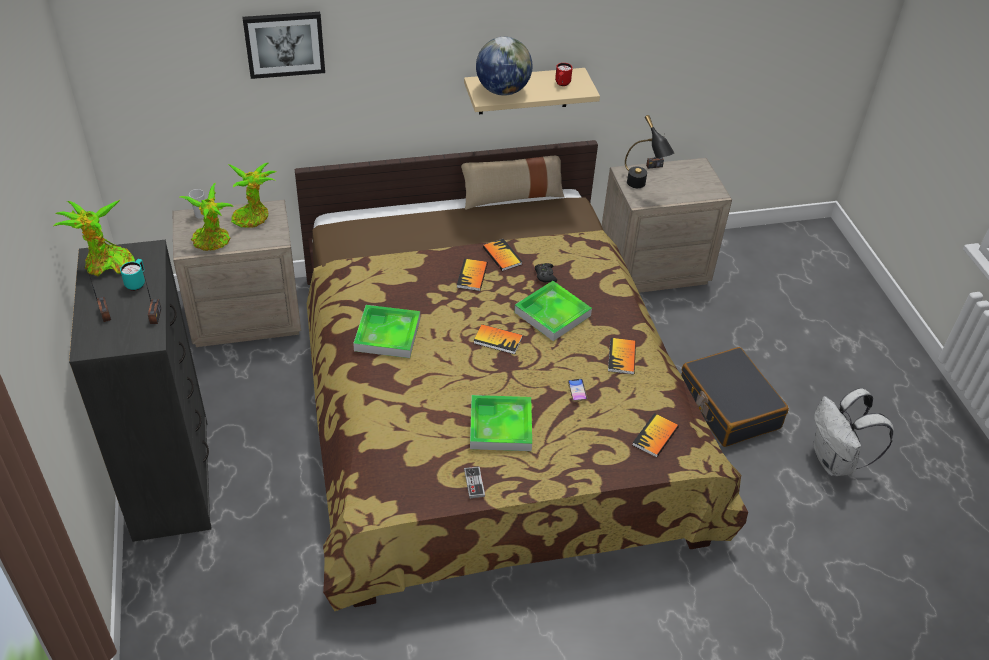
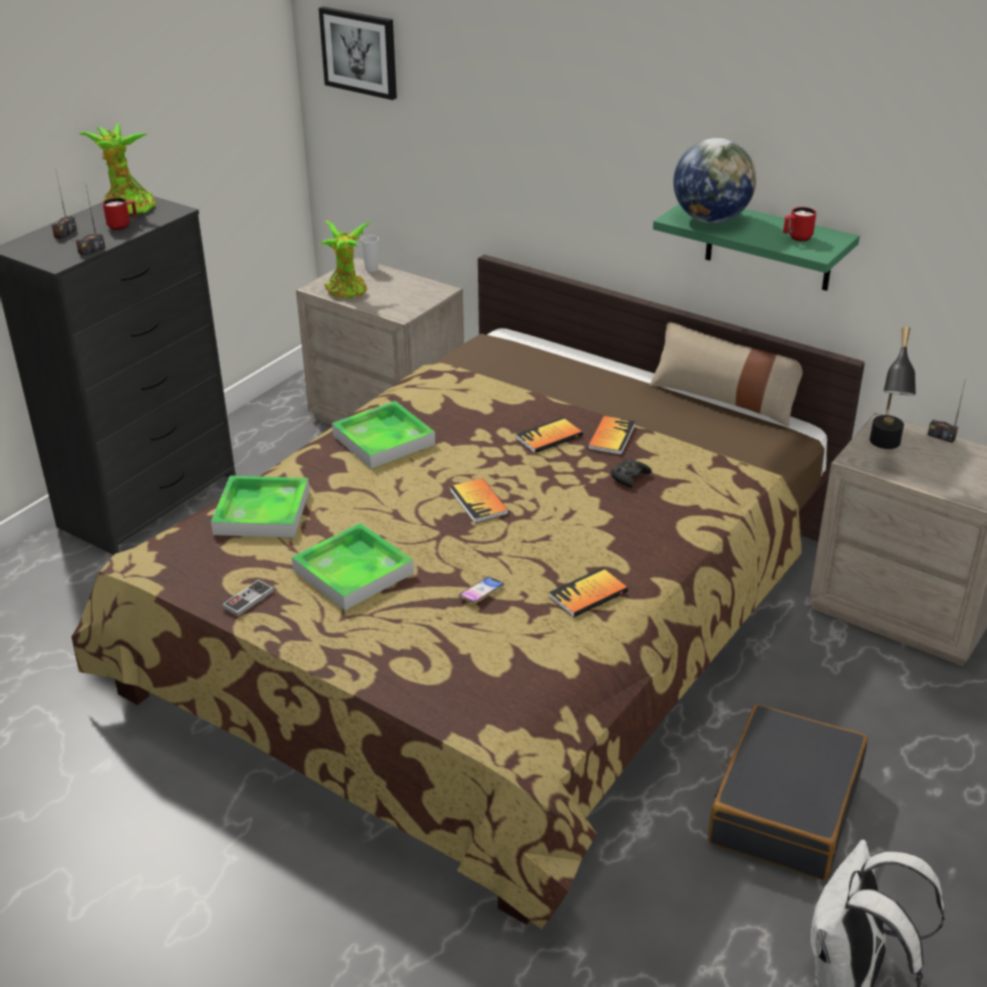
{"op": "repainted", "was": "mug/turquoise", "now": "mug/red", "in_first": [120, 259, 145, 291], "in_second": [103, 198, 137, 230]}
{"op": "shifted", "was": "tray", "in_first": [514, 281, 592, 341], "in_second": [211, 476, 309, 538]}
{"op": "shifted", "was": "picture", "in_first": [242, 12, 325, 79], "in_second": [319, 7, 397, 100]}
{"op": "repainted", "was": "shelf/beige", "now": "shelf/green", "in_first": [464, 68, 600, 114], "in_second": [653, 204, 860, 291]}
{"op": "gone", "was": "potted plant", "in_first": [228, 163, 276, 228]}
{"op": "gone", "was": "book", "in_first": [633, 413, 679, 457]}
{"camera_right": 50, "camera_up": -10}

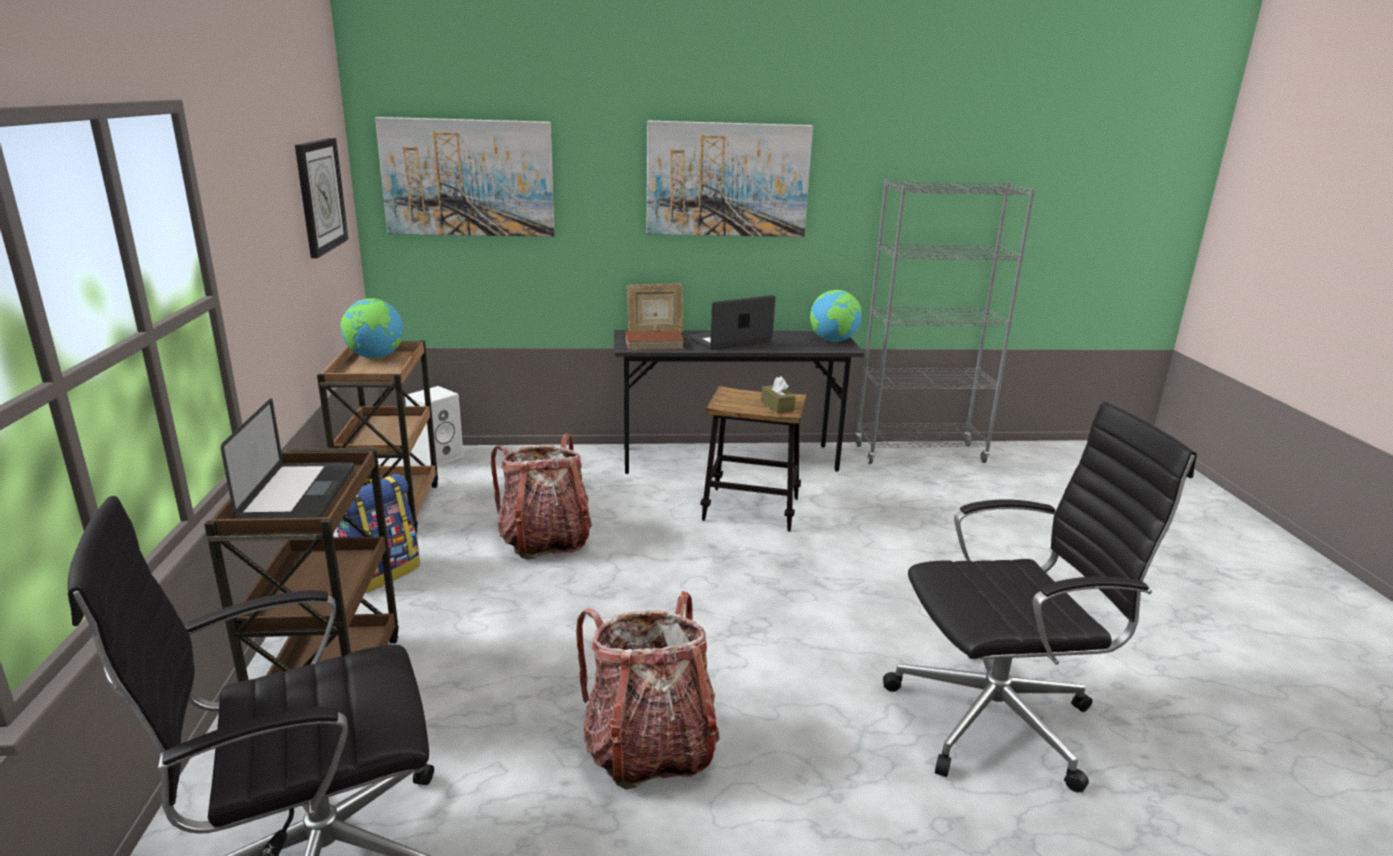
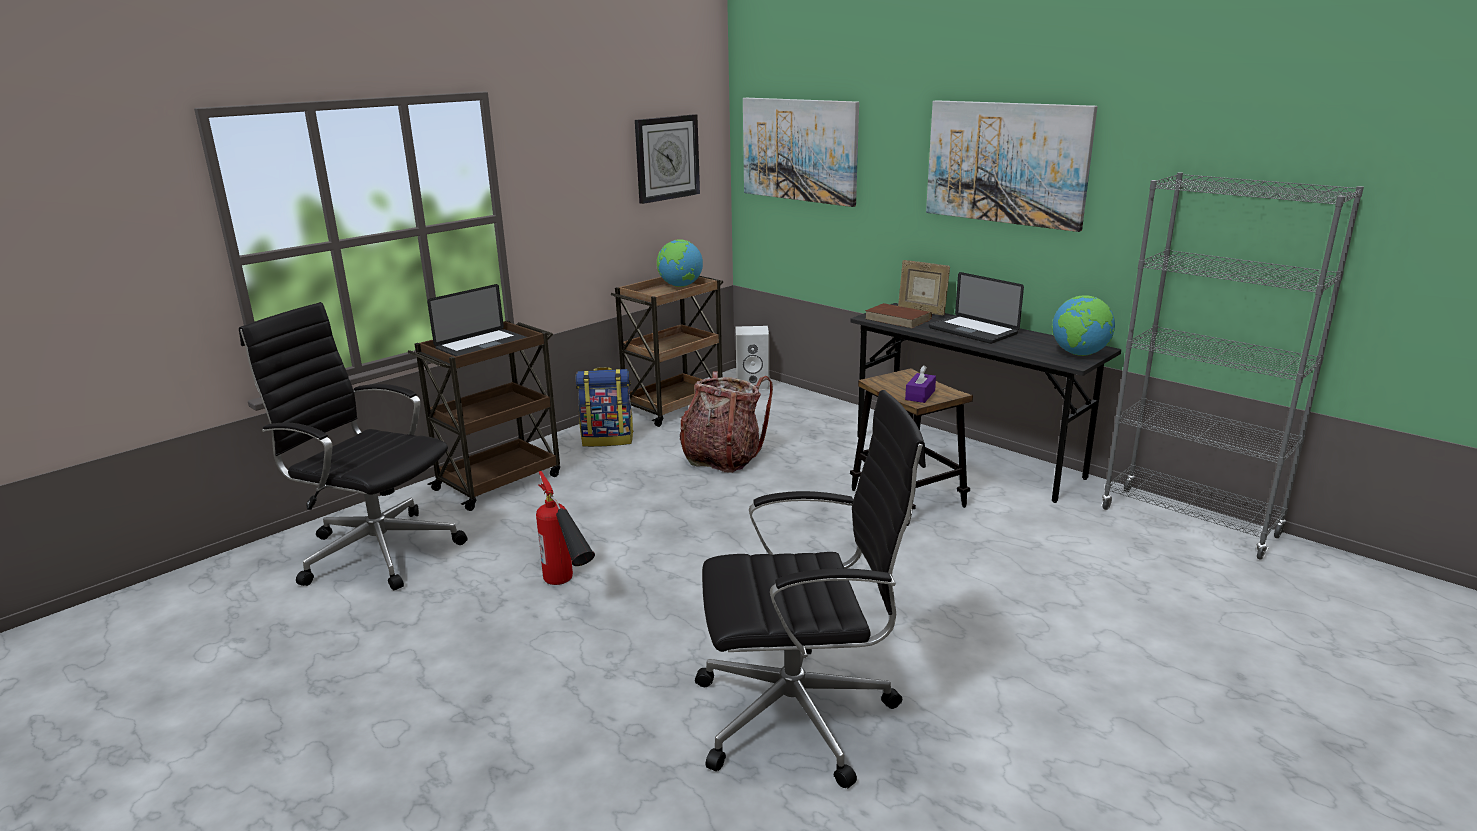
{"op": "swapped", "was": "backpack", "now": "fire extinguisher", "in_first": [576, 591, 720, 790], "in_second": [536, 471, 595, 585]}
{"op": "rotated", "was": "office chair/black", "in_first": [883, 401, 1197, 792], "in_second": [695, 390, 926, 788], "clockwise": -45}
{"op": "repainted", "was": "tissue box/brown", "now": "tissue box/purple", "in_first": [761, 376, 796, 413], "in_second": [905, 365, 936, 403]}
{"op": "rotated", "was": "laptop", "in_first": [689, 295, 775, 350], "in_second": [929, 272, 1024, 344], "clockwise": -150}
{"camera_right": 50, "camera_up": 0}

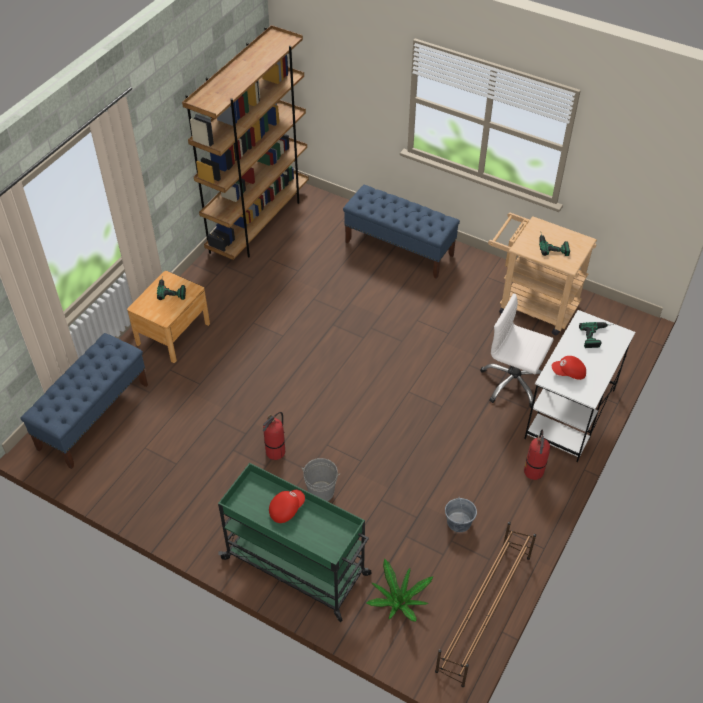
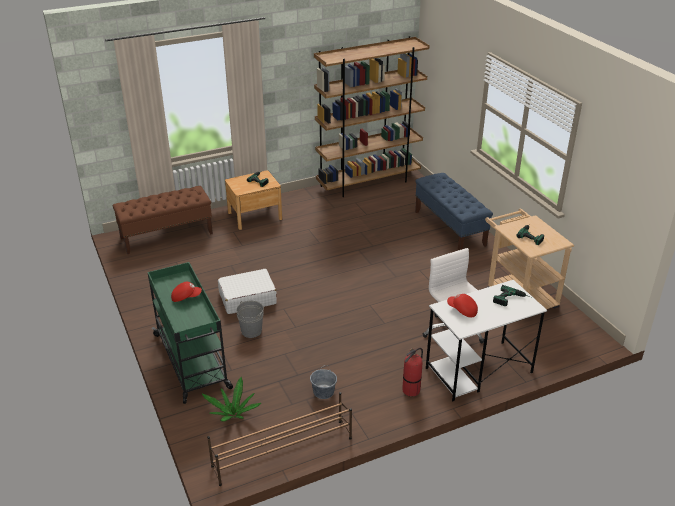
{"op": "repainted", "was": "bench/blue", "now": "bench/brown", "in_first": [20, 333, 148, 469], "in_second": [113, 186, 213, 254]}
{"op": "swapped", "was": "fire extinguisher", "now": "suitcase/white", "in_first": [263, 412, 285, 460], "in_second": [218, 269, 277, 314]}
{"camera_right": 35, "camera_up": -15}

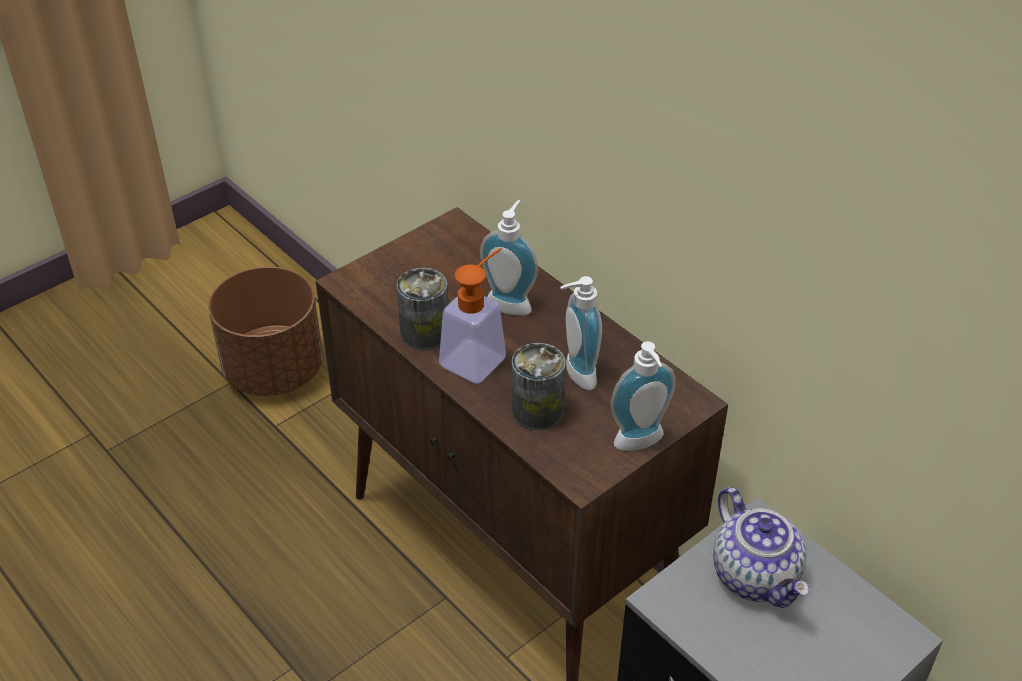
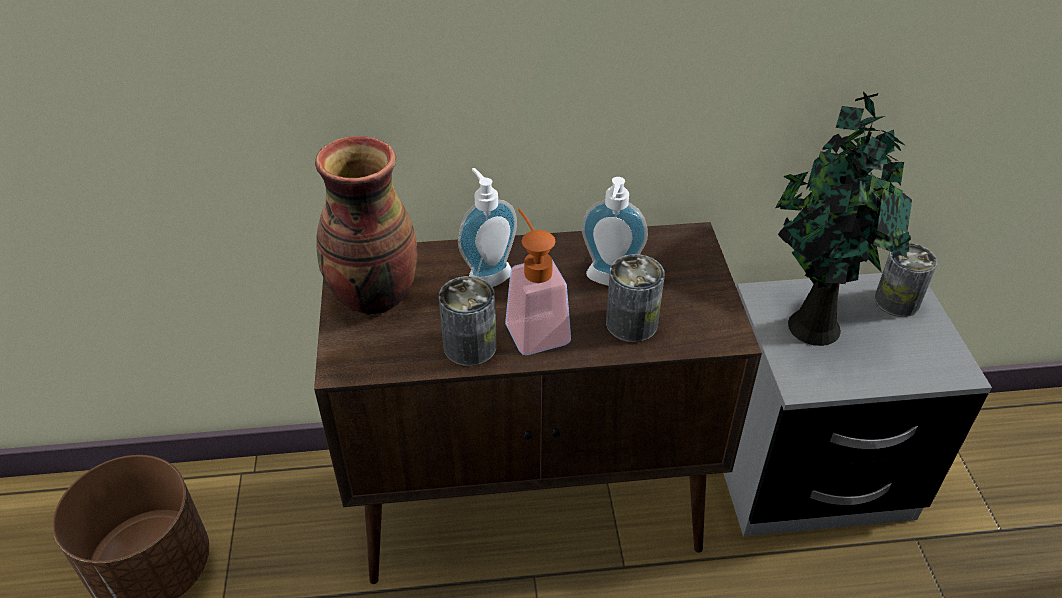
{"op": "new", "now": "vase", "in_second": [315, 136, 417, 315]}
{"op": "swapped", "was": "teapot", "now": "potted plant", "in_first": [713, 487, 809, 608], "in_second": [775, 91, 912, 346]}
{"op": "new", "now": "can", "in_second": [874, 243, 937, 317]}
{"op": "gone", "was": "soap dispenser", "in_first": [610, 341, 676, 450]}
{"camera_right": -55, "camera_up": 0}

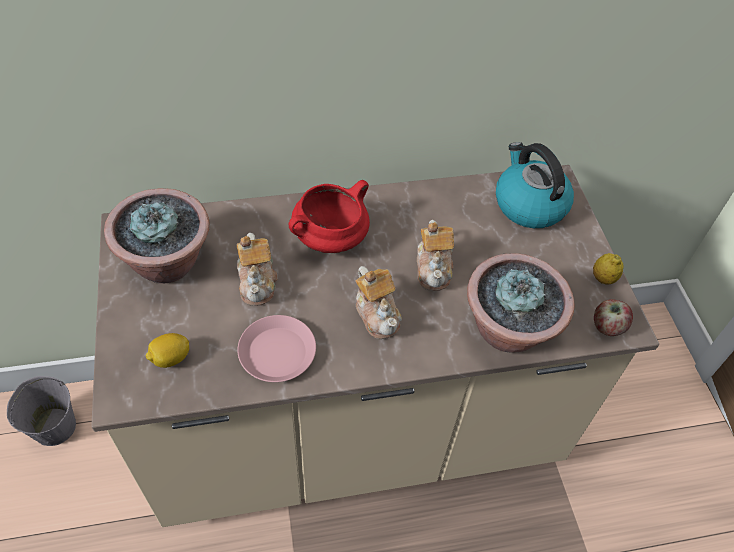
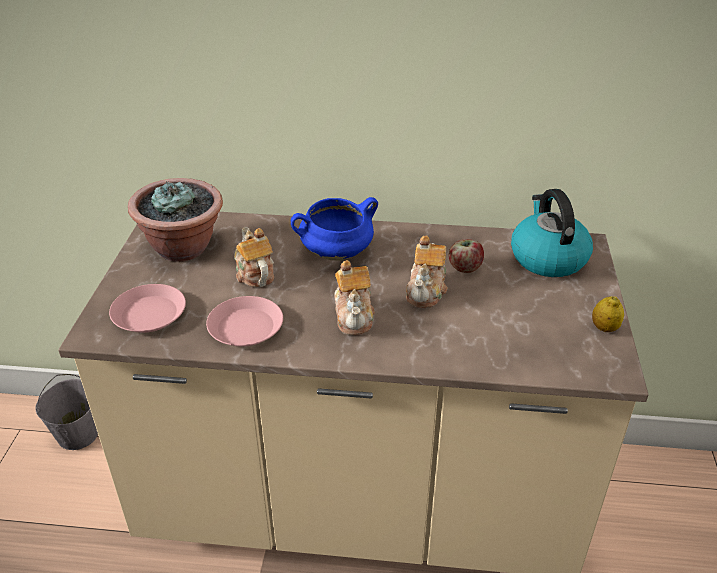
{"op": "swapped", "was": "lemon", "now": "plate/pink", "in_first": [146, 333, 189, 368], "in_second": [109, 284, 186, 333]}
{"op": "rotated", "was": "teapot", "in_first": [237, 233, 277, 306], "in_second": [234, 227, 274, 287], "clockwise": 150}
{"op": "repainted", "was": "cooking pot/red", "now": "cooking pot/blue", "in_first": [289, 180, 370, 253], "in_second": [291, 197, 378, 261]}
{"op": "shifted", "was": "apple", "in_first": [594, 299, 633, 336], "in_second": [449, 239, 484, 273]}
{"op": "gone", "was": "potted plant", "in_first": [467, 253, 575, 353]}
{"camera_right": 20, "camera_up": -15}

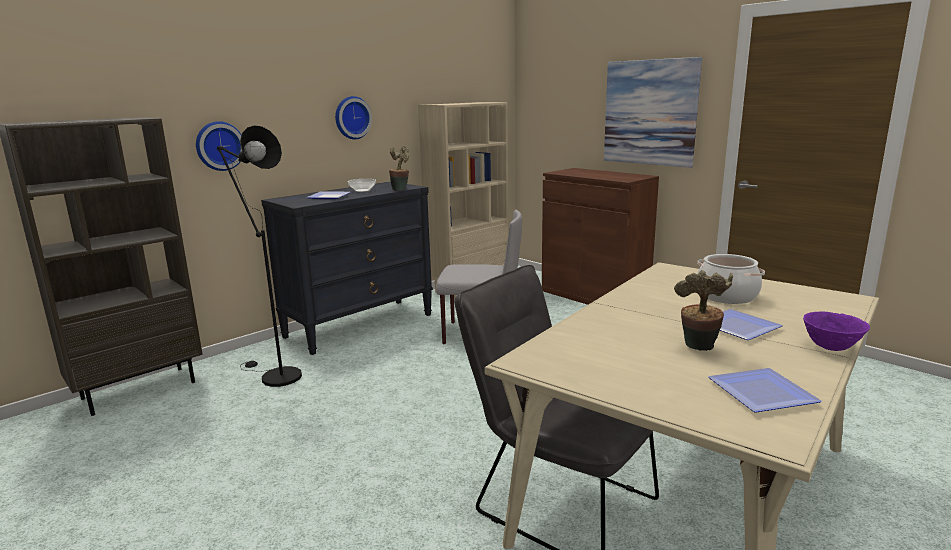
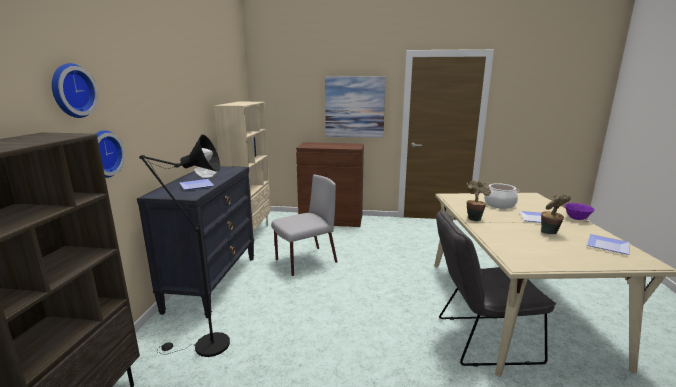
{"op": "shifted", "was": "wall clock", "in_first": [335, 96, 372, 139], "in_second": [52, 63, 99, 118]}
{"op": "shifted", "was": "potted plant", "in_first": [389, 146, 409, 191], "in_second": [466, 180, 491, 221]}
{"camera_right": -40, "camera_up": 0}

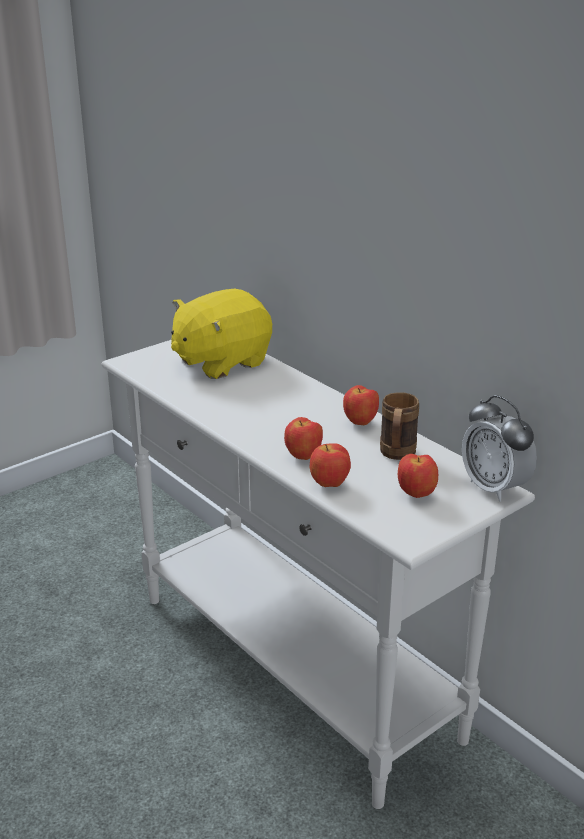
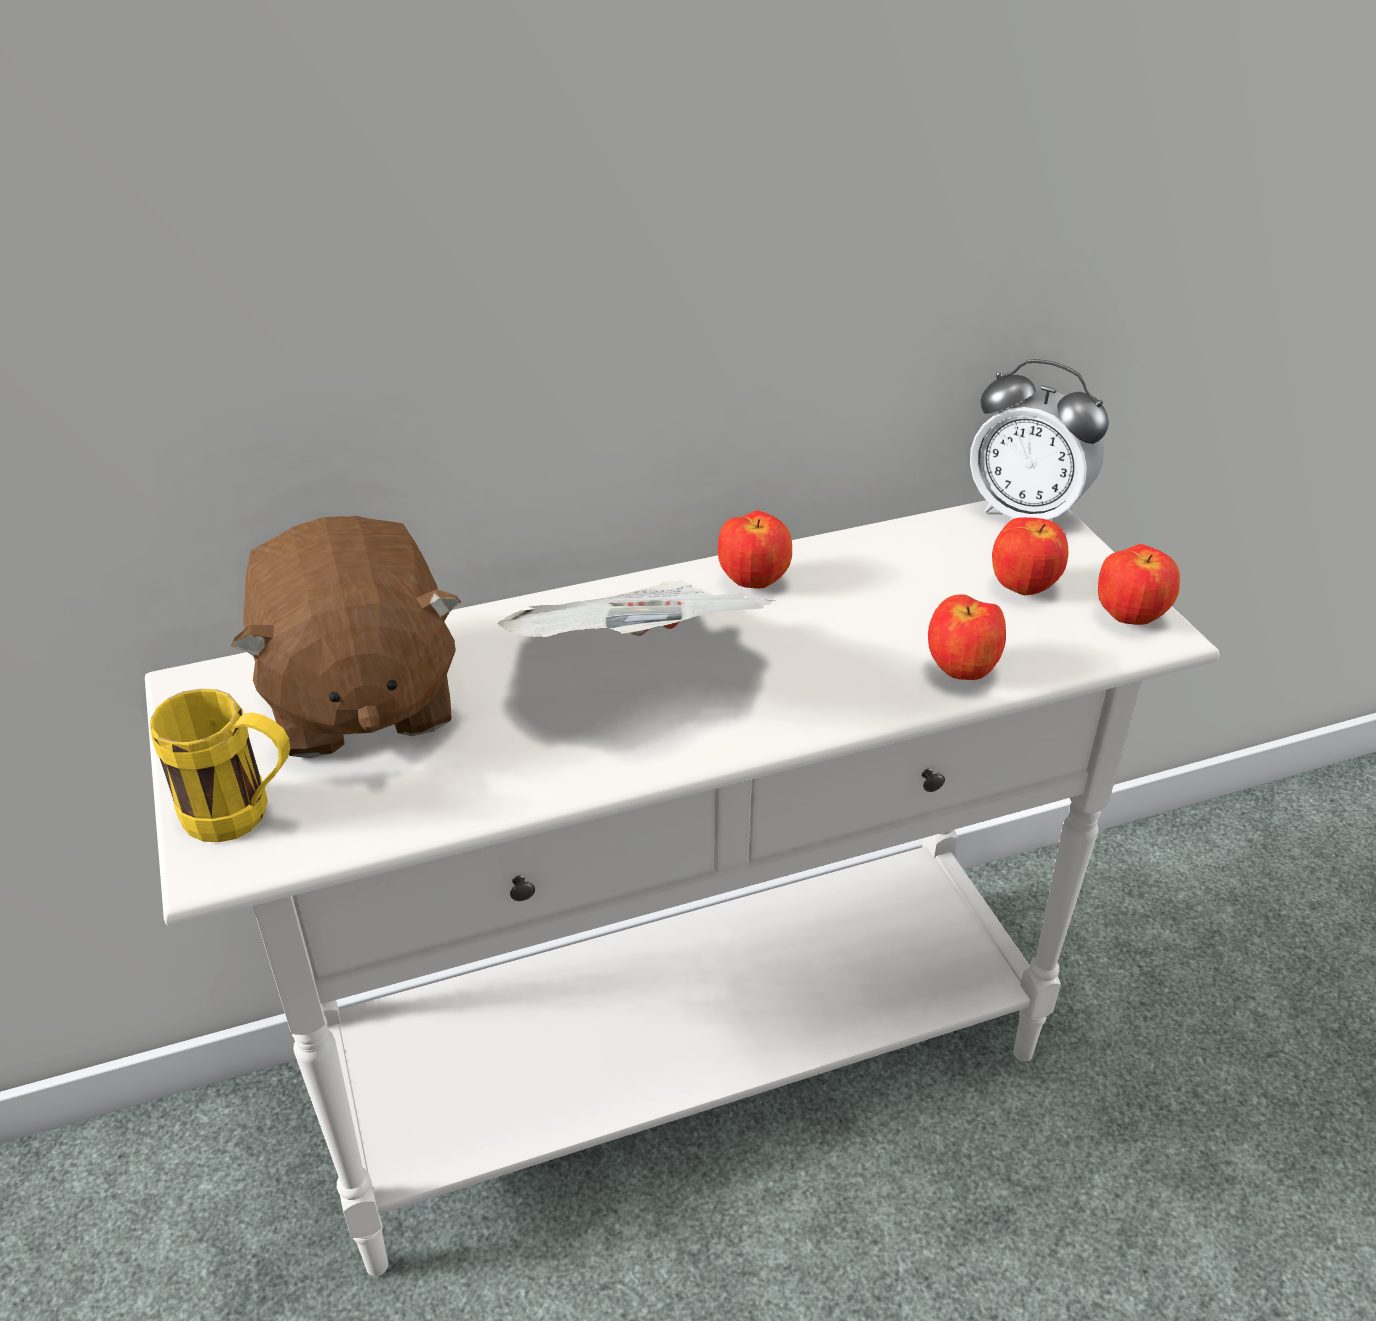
{"op": "new", "now": "mug/yellow", "in_second": [150, 689, 290, 842]}
{"op": "repainted", "was": "plush toy/yellow", "now": "plush toy/brown", "in_first": [171, 288, 272, 379], "in_second": [231, 516, 461, 758]}
{"op": "new", "now": "newspaper", "in_second": [497, 581, 774, 637]}
{"op": "rotated", "was": "alarm clock", "in_first": [462, 395, 537, 502], "in_second": [970, 359, 1109, 521], "clockwise": 45}
{"op": "shifted", "was": "apple", "in_first": [284, 417, 323, 460], "in_second": [1098, 544, 1180, 625]}
{"op": "gone", "was": "mug/brown", "in_first": [380, 392, 419, 460]}
{"camera_right": -70, "camera_up": 10}

